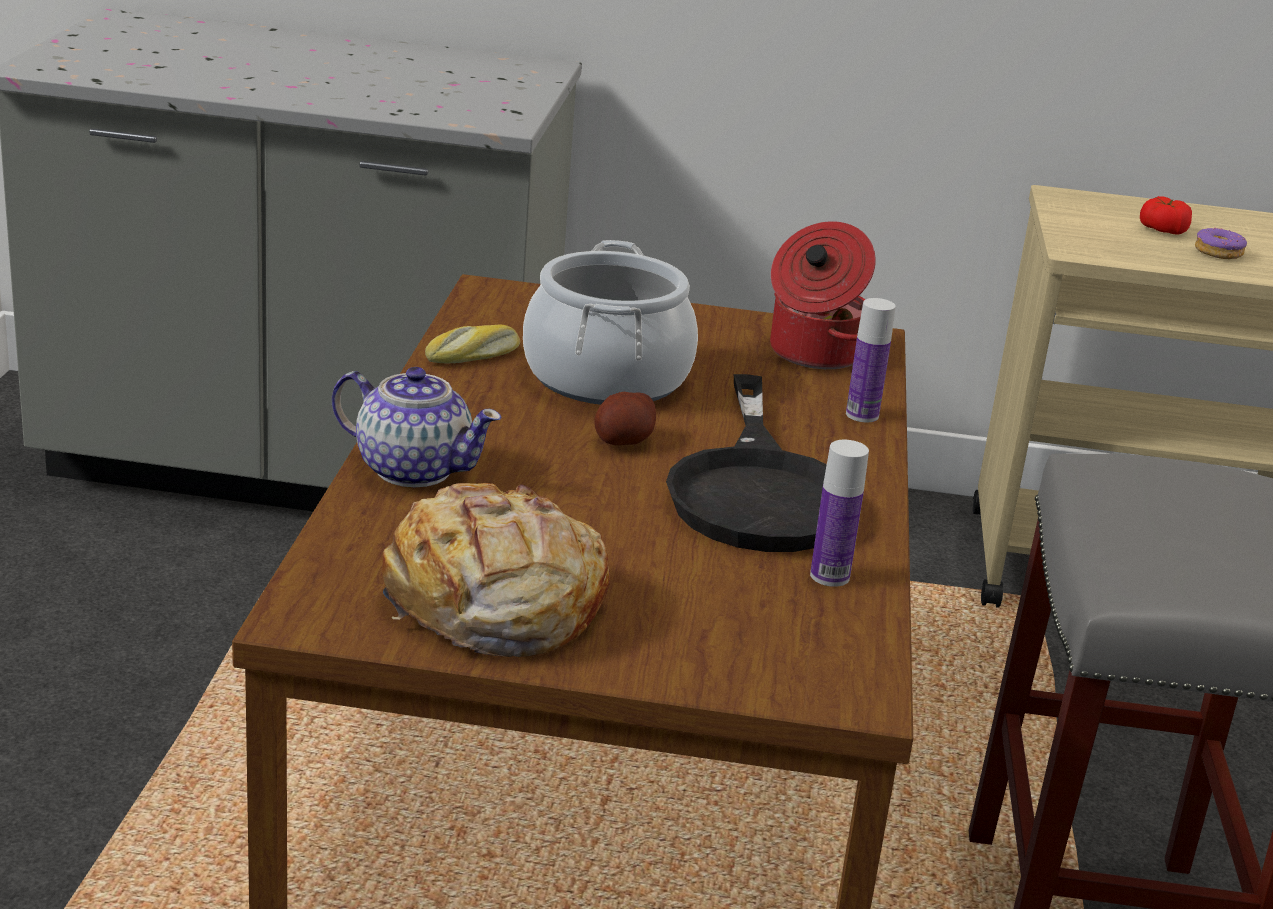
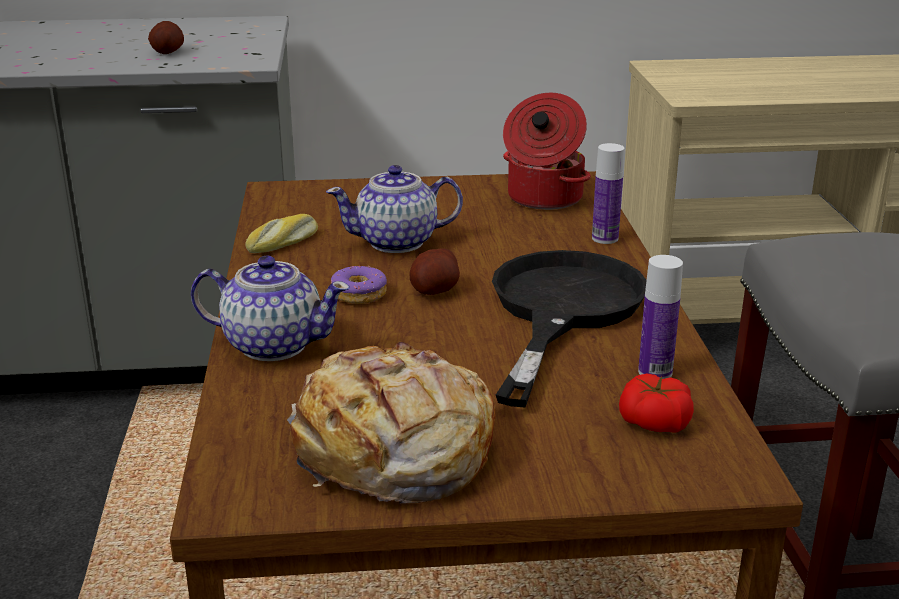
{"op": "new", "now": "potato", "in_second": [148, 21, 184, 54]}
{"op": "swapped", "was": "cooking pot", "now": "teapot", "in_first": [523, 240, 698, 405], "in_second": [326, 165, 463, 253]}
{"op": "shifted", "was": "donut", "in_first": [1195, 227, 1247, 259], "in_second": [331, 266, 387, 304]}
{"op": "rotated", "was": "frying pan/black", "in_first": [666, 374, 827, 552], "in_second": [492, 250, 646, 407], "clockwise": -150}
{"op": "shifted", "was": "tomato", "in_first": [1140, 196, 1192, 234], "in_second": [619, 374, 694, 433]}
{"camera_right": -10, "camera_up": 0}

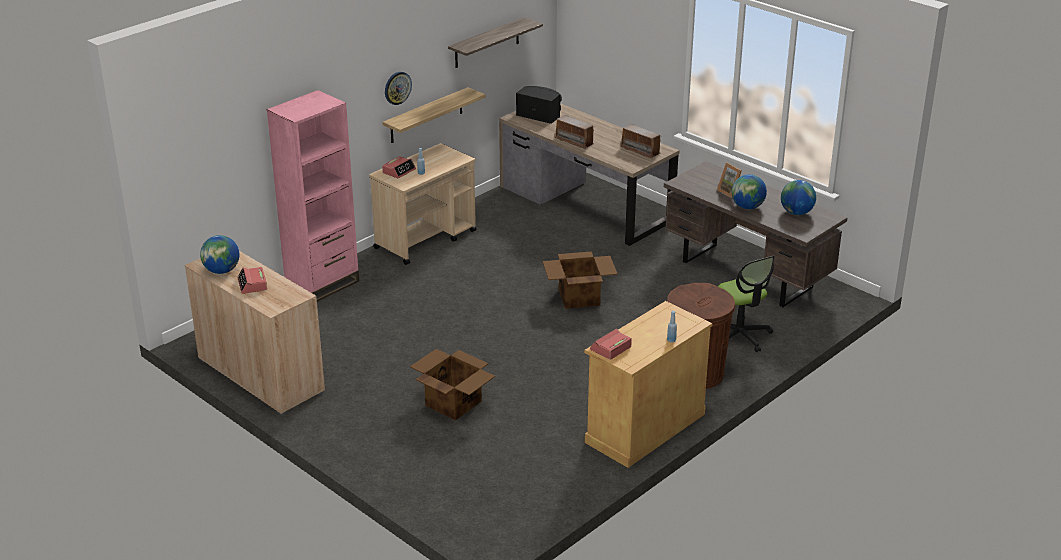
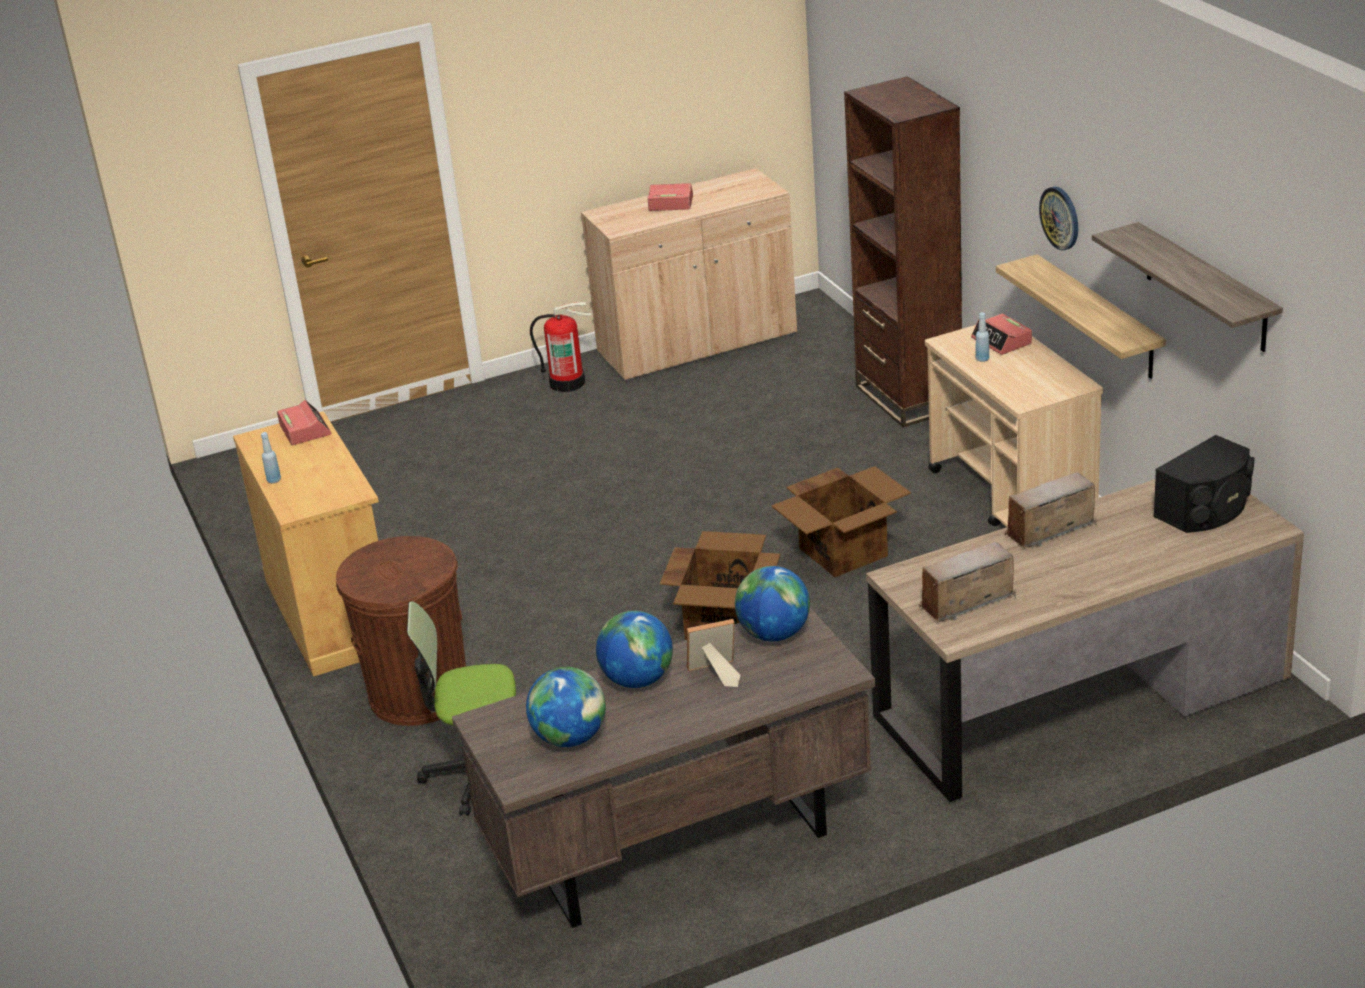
{"op": "new", "now": "fire extinguisher", "in_second": [530, 302, 591, 392]}
{"op": "shifted", "was": "globe", "in_first": [200, 235, 239, 274], "in_second": [735, 566, 810, 641]}
{"op": "shifted", "was": "cardboard box", "in_first": [410, 349, 495, 421], "in_second": [771, 466, 911, 577]}
{"op": "repainted", "was": "bookcase/pink", "now": "bookcase/brown", "in_first": [267, 90, 359, 302], "in_second": [844, 76, 962, 427]}
{"camera_right": 115, "camera_up": 0}

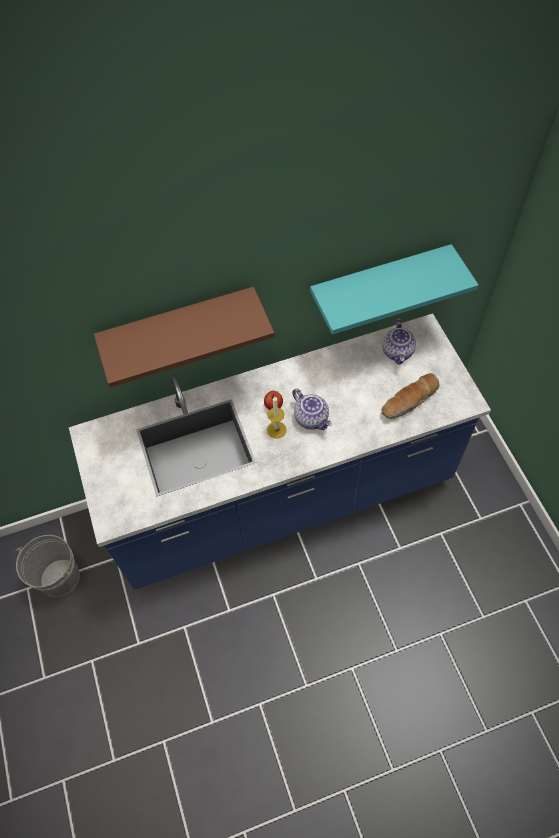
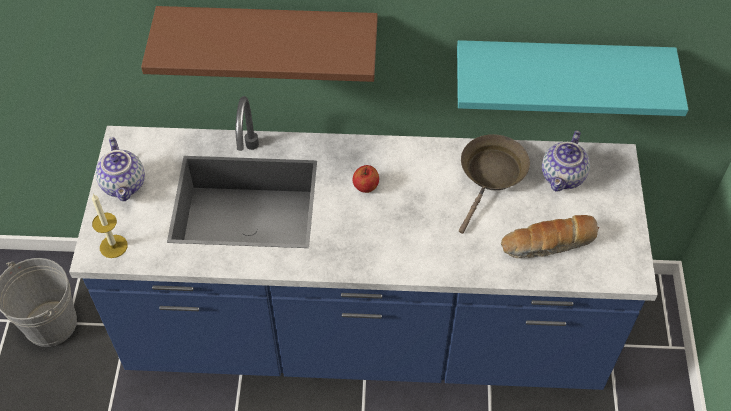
{"op": "shifted", "was": "candle", "in_first": [267, 397, 287, 439], "in_second": [92, 194, 128, 258]}
{"op": "shifted", "was": "teapot", "in_first": [292, 389, 332, 430], "in_second": [95, 137, 145, 201]}
{"op": "new", "now": "frying pan/brown", "in_second": [459, 134, 530, 234]}
{"camera_right": 20, "camera_up": -5}

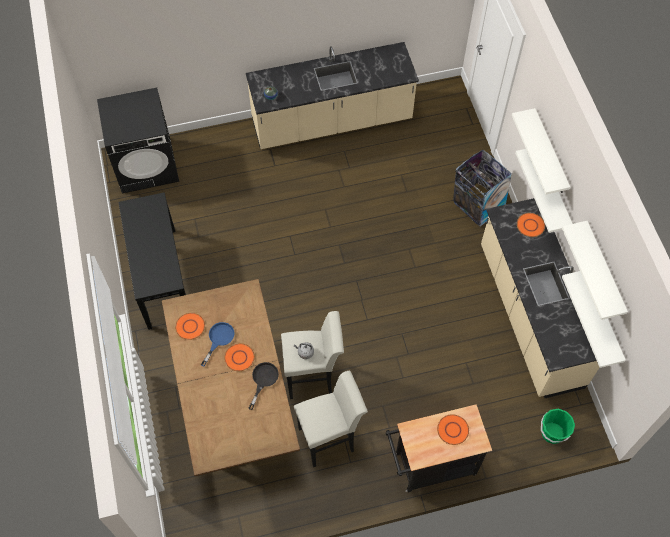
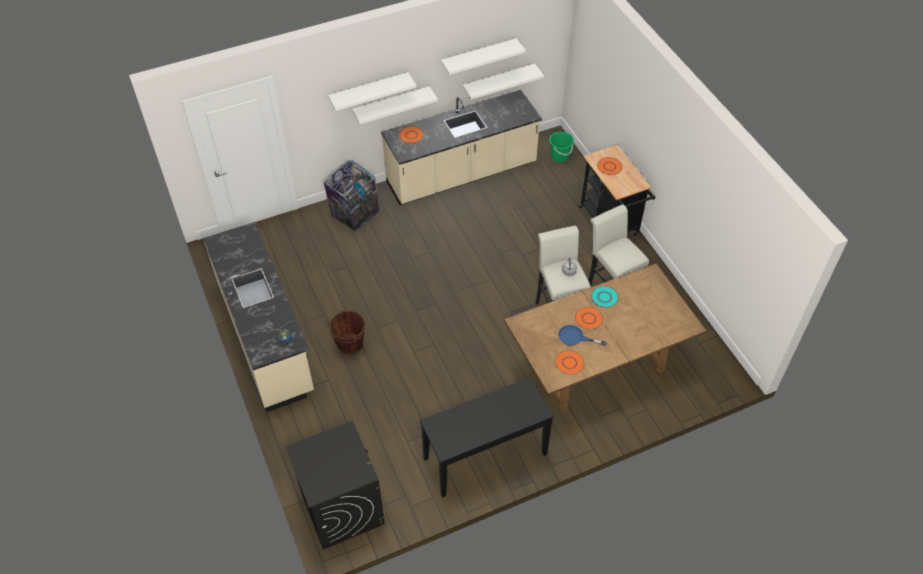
{"op": "new", "now": "bucket/brown", "in_second": [329, 311, 365, 355]}
{"op": "swapped", "was": "frying pan/black", "now": "plate/turquoise", "in_first": [248, 362, 279, 410], "in_second": [591, 286, 619, 308]}
{"camera_right": -100, "camera_up": -10}

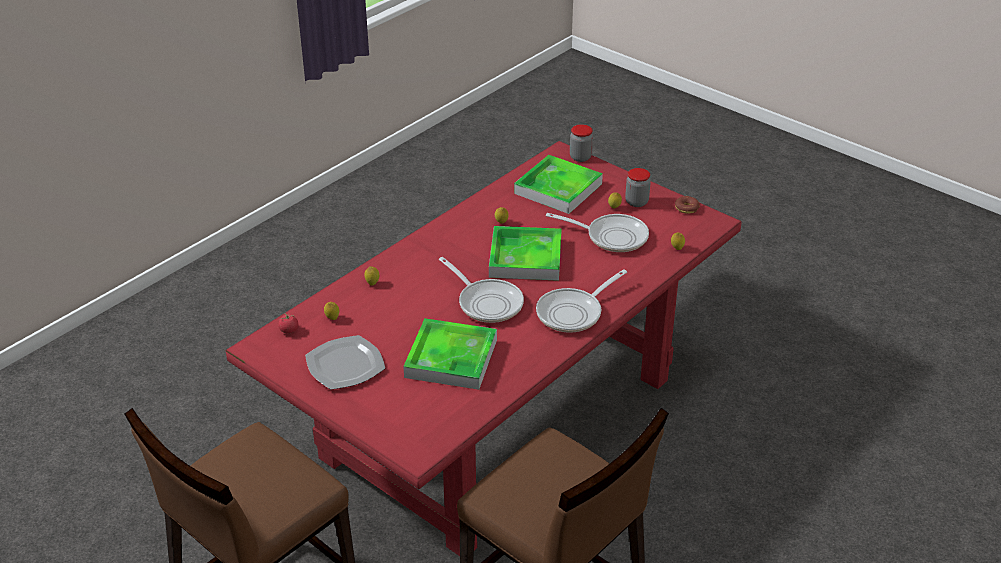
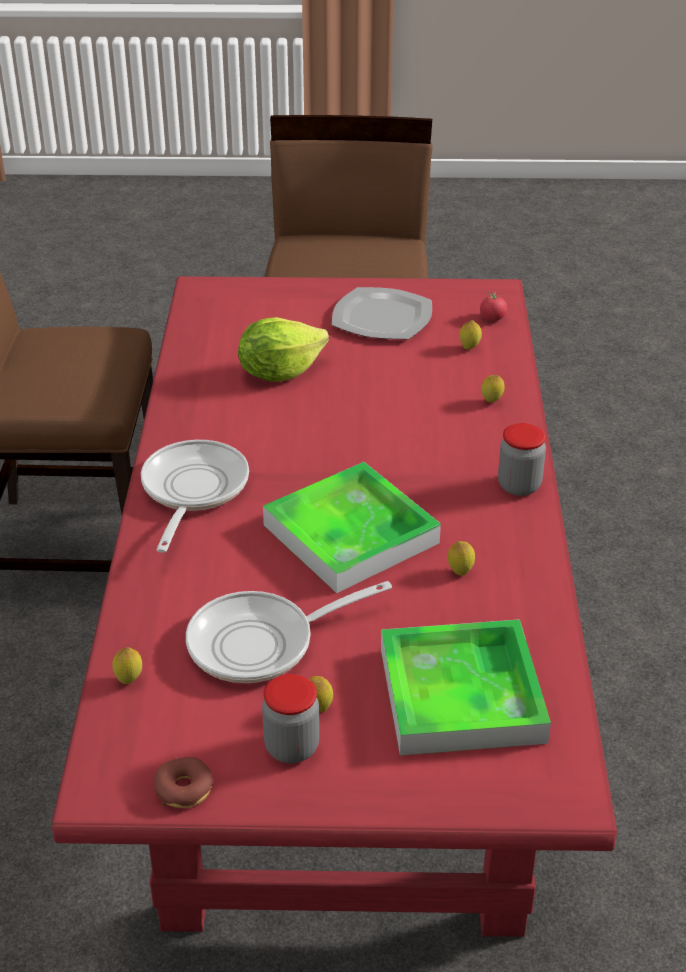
{"op": "swapped", "was": "tray", "now": "lettuce", "in_first": [403, 318, 497, 390], "in_second": [238, 317, 329, 382]}
{"op": "shifted", "was": "jar", "in_first": [570, 124, 593, 162], "in_second": [498, 423, 546, 496]}
{"op": "gone", "was": "frying pan", "in_first": [439, 257, 524, 323]}
{"camera_right": 140, "camera_up": 0}

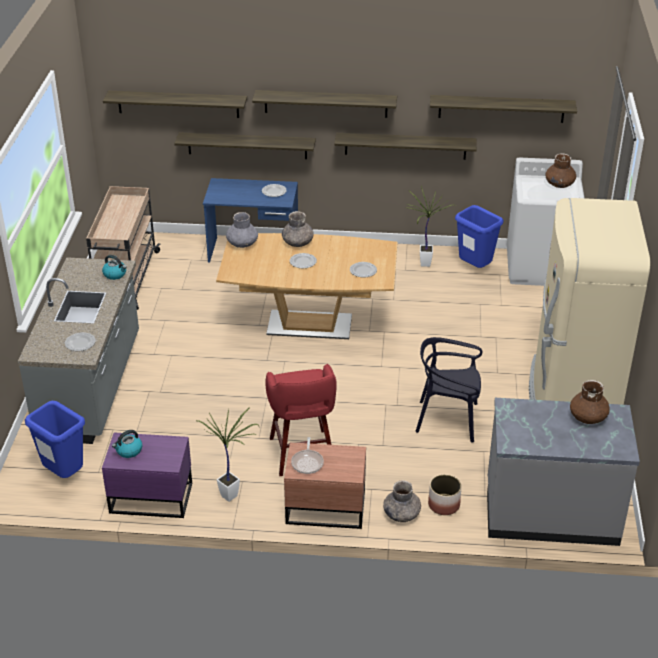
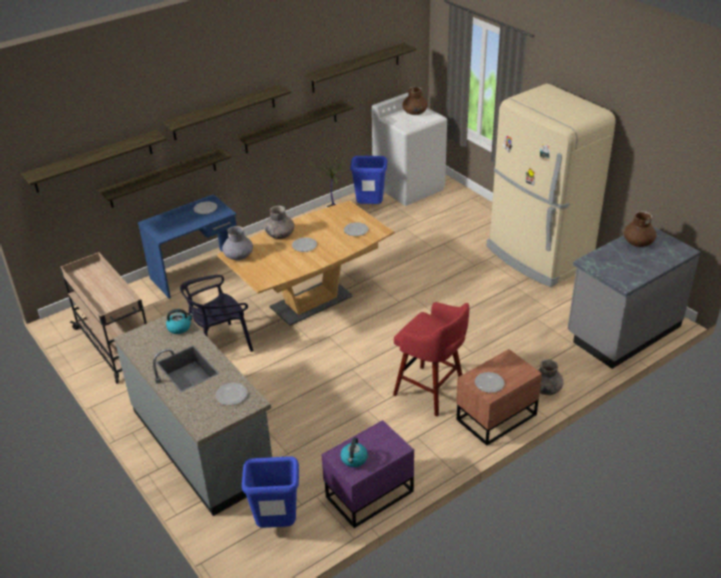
{"op": "shifted", "was": "chair/black", "in_first": [416, 337, 482, 443], "in_second": [180, 275, 254, 352]}
{"op": "swapped", "was": "frying pan", "now": "plate", "in_first": [291, 437, 324, 474], "in_second": [475, 372, 505, 393]}
{"op": "gone", "was": "potted plant", "in_first": [196, 408, 258, 502]}
{"op": "gone", "was": "planter", "in_first": [428, 474, 462, 515]}
{"camera_right": -40, "camera_up": 0}

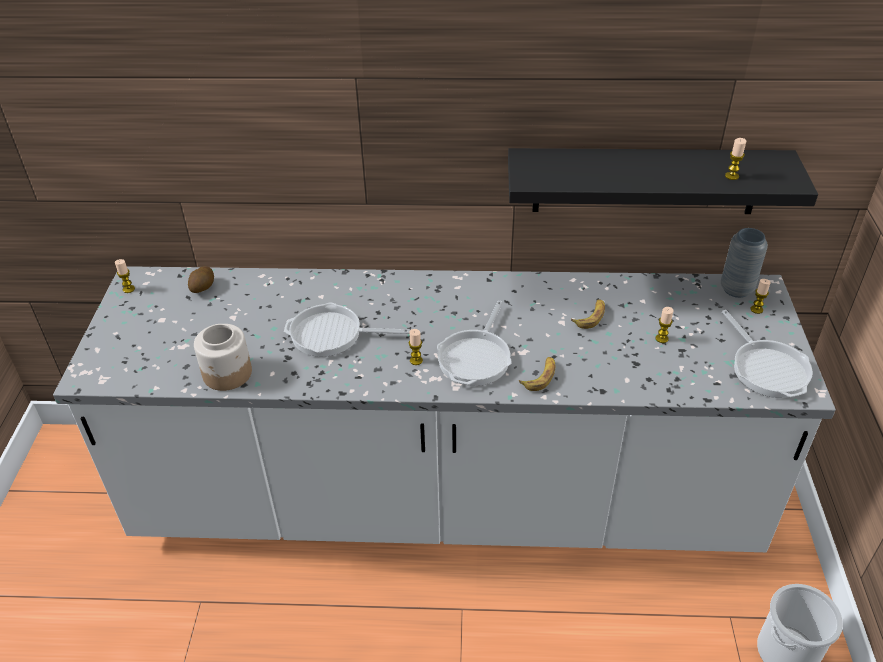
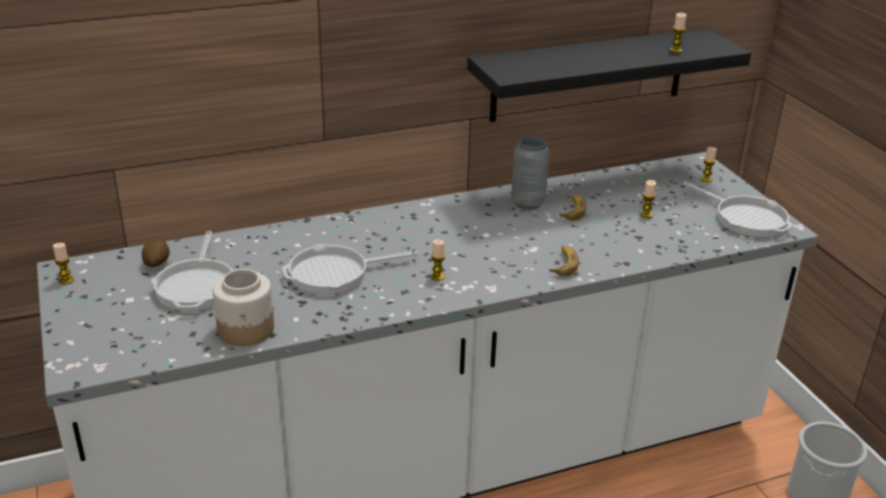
{"op": "shifted", "was": "frying pan", "in_first": [437, 301, 512, 386], "in_second": [151, 231, 233, 311]}
{"op": "shifted", "was": "vase/grey", "in_first": [721, 228, 768, 298], "in_second": [511, 137, 550, 210]}
{"camera_right": -25, "camera_up": -10}

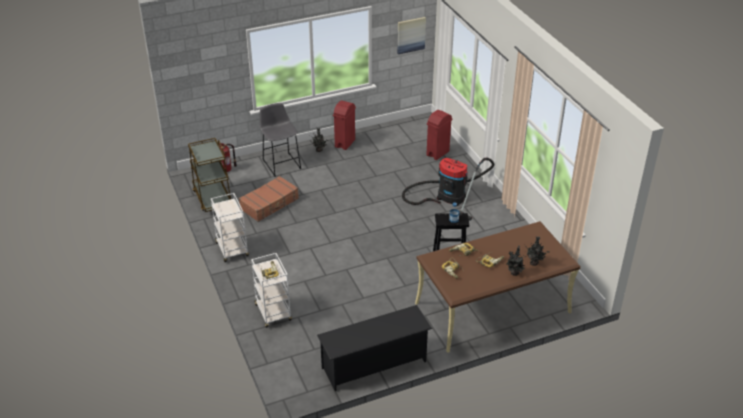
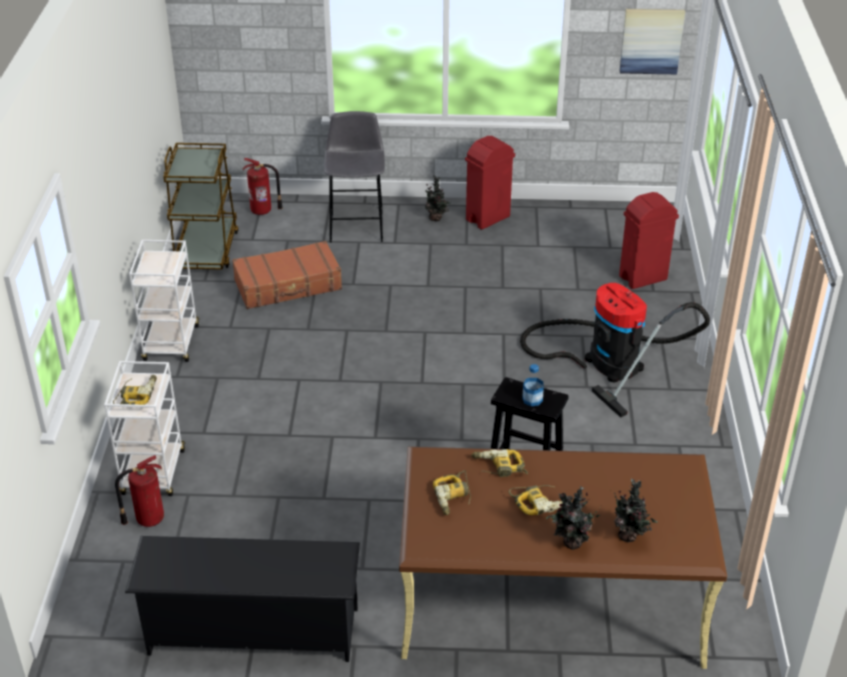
{"op": "new", "now": "fire extinguisher", "in_second": [115, 455, 164, 527]}
{"camera_right": 25, "camera_up": 0}

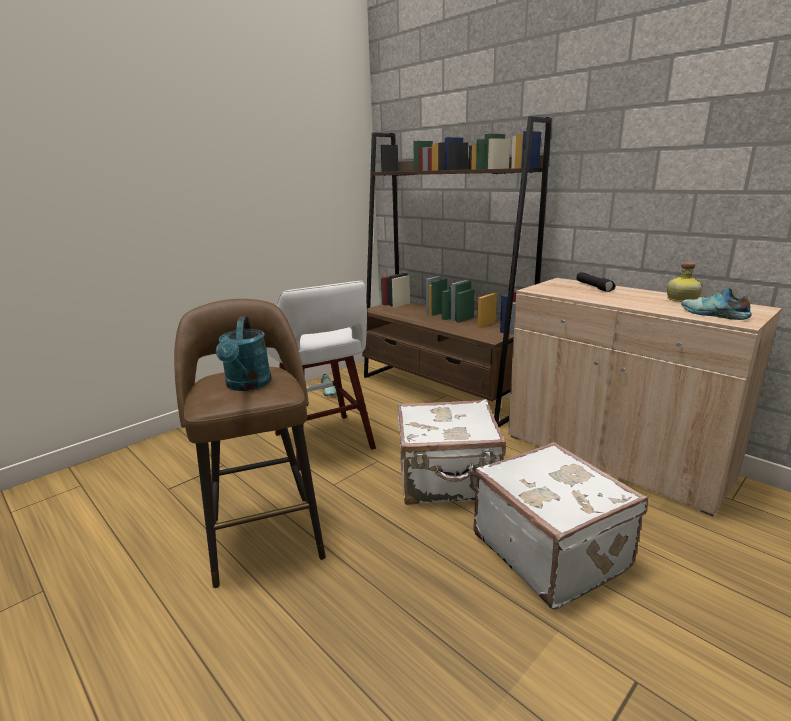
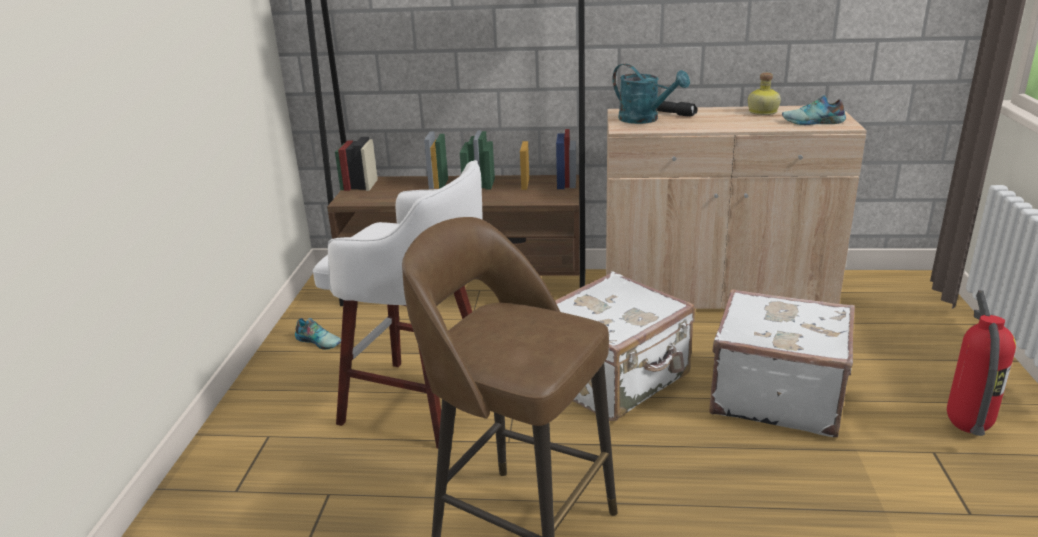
{"op": "shifted", "was": "watering can/turquoise", "in_first": [216, 316, 272, 391], "in_second": [612, 64, 690, 124]}
{"op": "new", "now": "fire extinguisher", "in_second": [947, 290, 1016, 436]}
{"camera_right": -40, "camera_up": 5}

